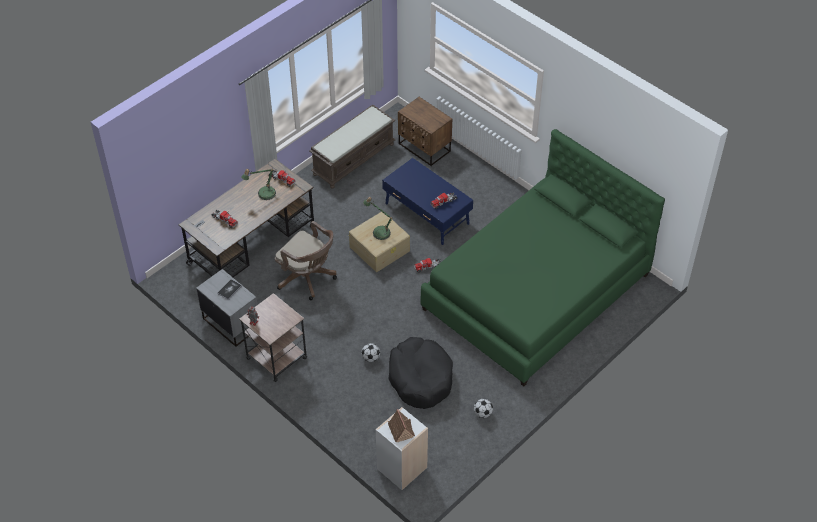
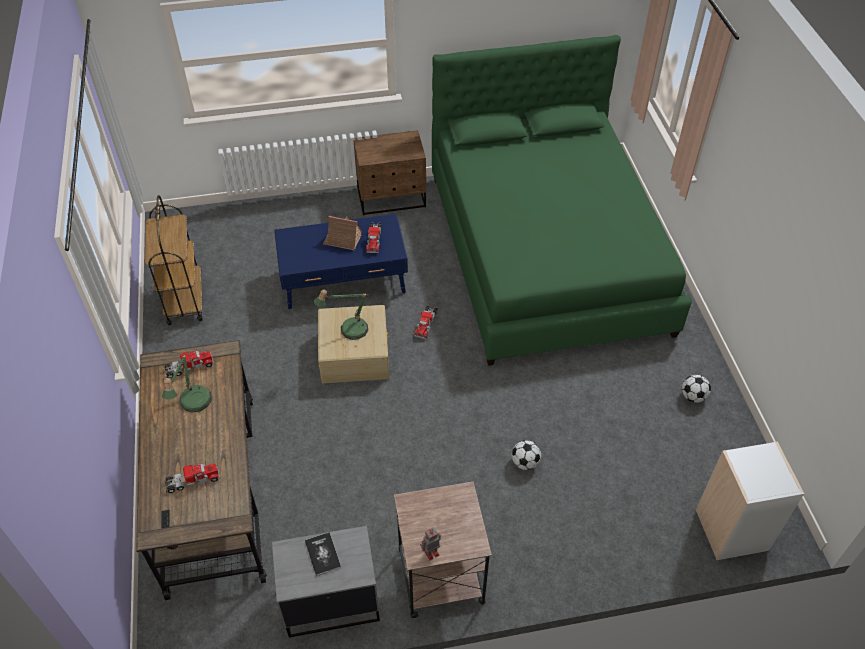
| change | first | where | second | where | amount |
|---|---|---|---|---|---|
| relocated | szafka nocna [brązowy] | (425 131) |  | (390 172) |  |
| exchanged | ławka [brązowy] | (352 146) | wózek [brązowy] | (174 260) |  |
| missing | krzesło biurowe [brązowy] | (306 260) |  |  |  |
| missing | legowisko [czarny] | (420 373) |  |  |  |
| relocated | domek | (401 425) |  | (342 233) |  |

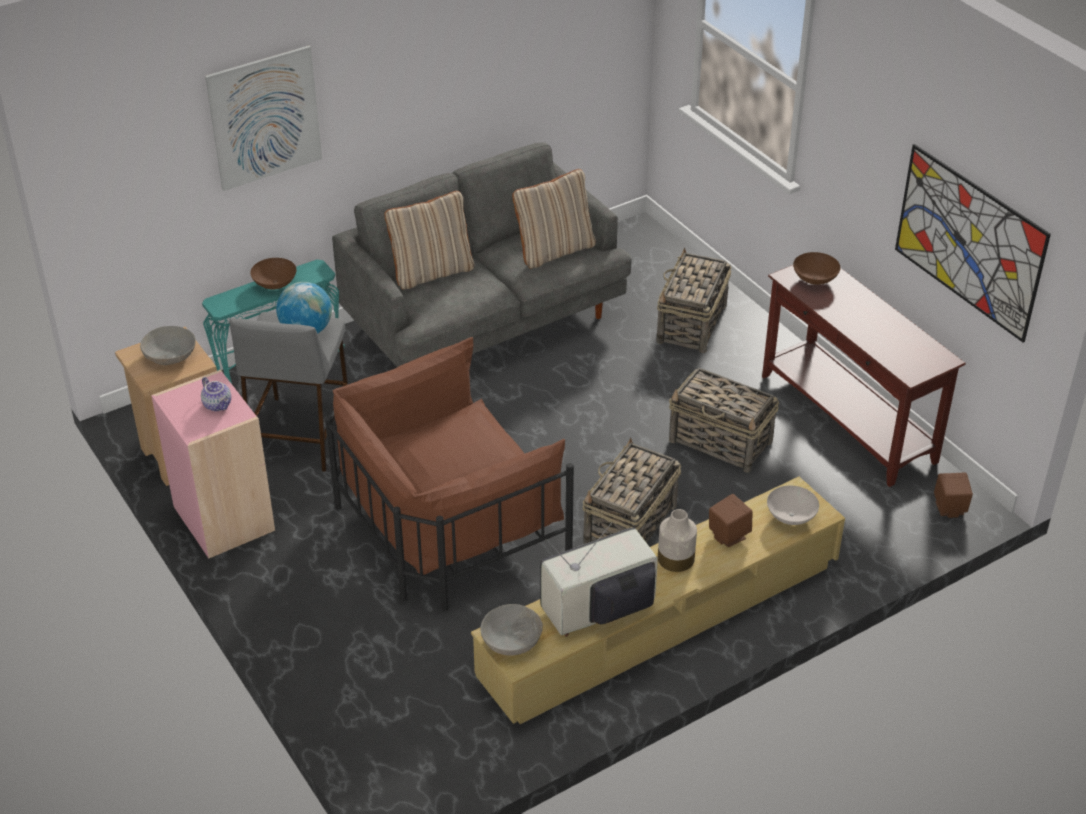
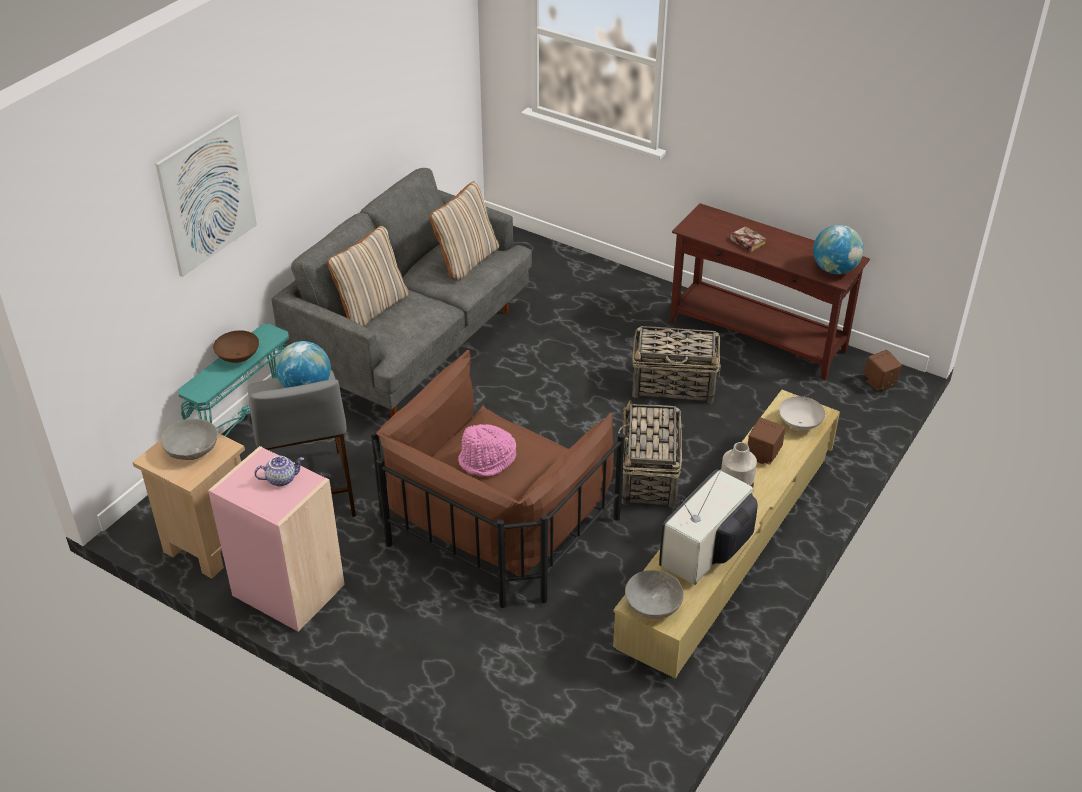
| change | first | where | second | where | amount |
|---|---|---|---|---|---|
| missing | obraz | (973 243) |  |  |  |
| missing | koszyk | (693 300) |  |  |  |
| missing | miska [brązowy] | (817 268) |  |  |  |
| spun | imbryk | (216 394) |  | (279 471) | 45 degrees counterclockwise |
| appeared |  |  | globus | (838 249) |  |
| appeared |  |  | książka | (748 239) |  |
| appeared |  |  | kapelusz [różowy] | (487 450) |  |

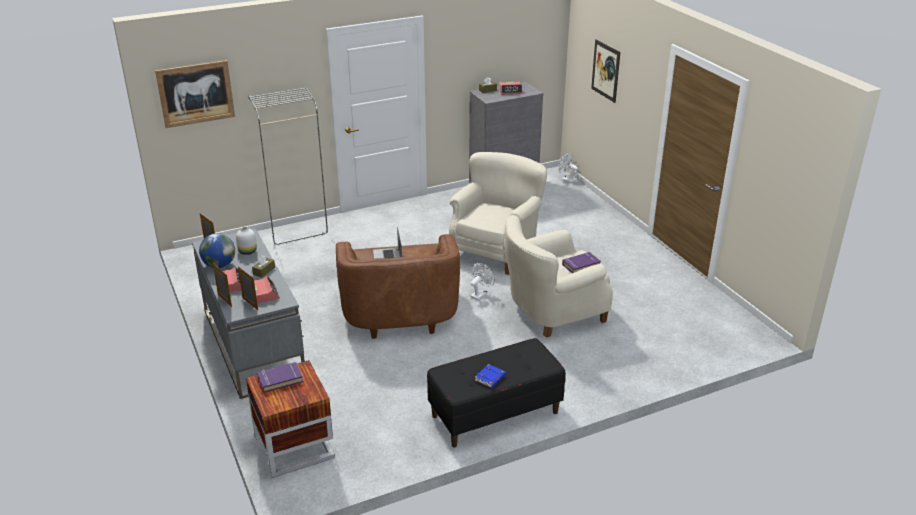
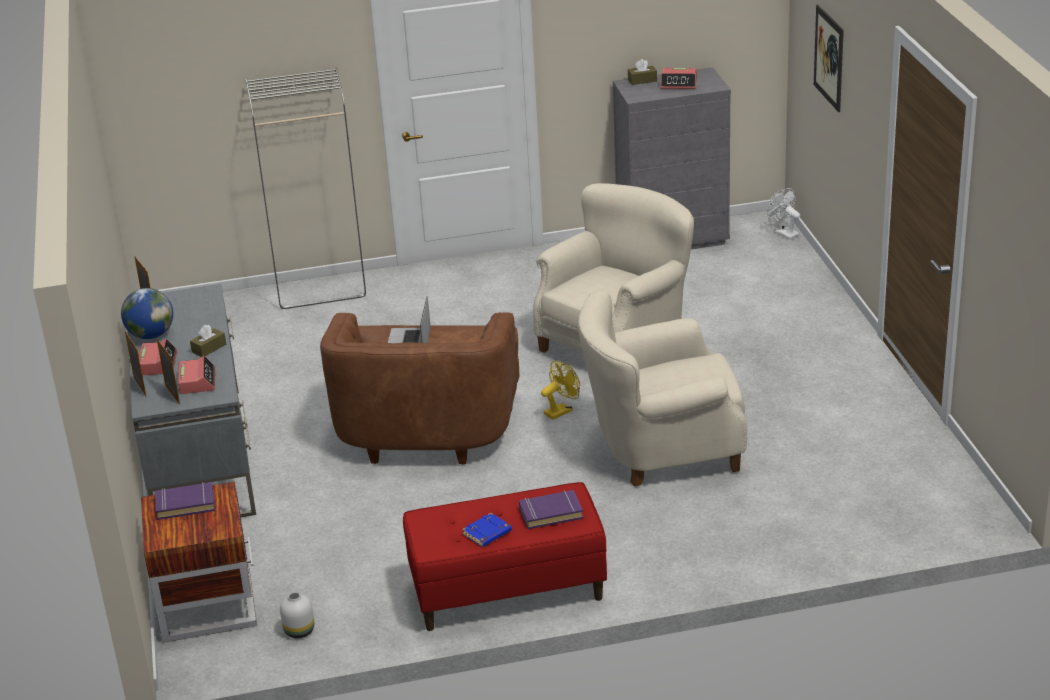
| change | first | where | second | where | amount |
|---|---|---|---|---|---|
| missing | obraz | (195 94) |  |  |  |
| relocated | wazon [biały] | (246 241) |  | (297 615) |  |
| relocated | książka [fioletowy] | (581 262) |  | (551 509) |  |
| colour | wentylator [biały] | (482 281) | wentylator [żółty] | (560 390) |  |
| colour | ławka [czarny] | (496 392) | ławka [czerwony] | (505 556) |  |

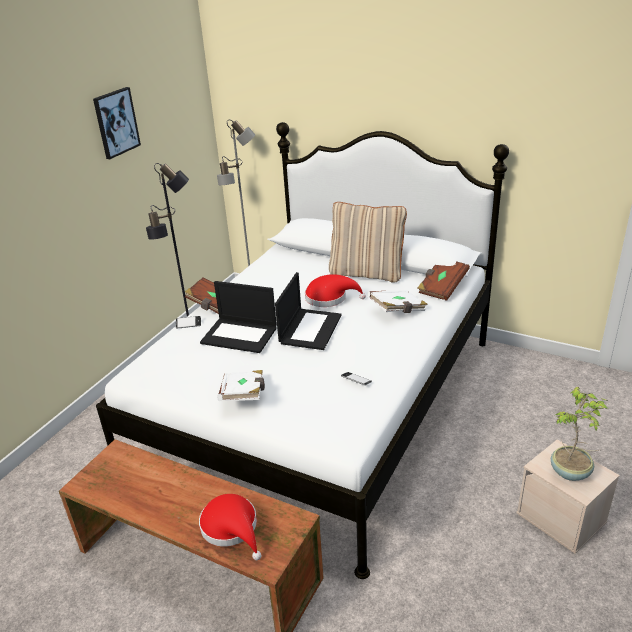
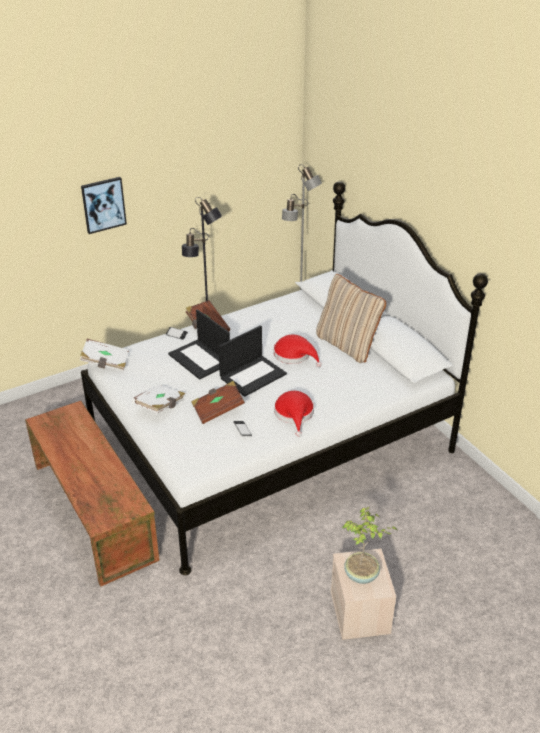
| change | first | where | second | where | amount |
|---|---|---|---|---|---|
| relocated | obraz | (117 123) |  | (104 205) |  |
| relocated | książka [brązowy] | (444 281) |  | (218 402) |  |
| relocated | książka [biały] | (397 302) |  | (104 355) |  |
| relocated | kapelusz [czerwony] | (230 527) |  | (294 414) |  |

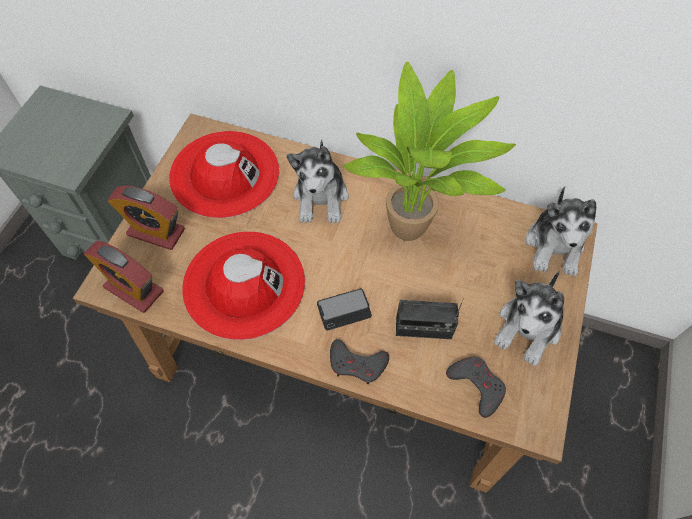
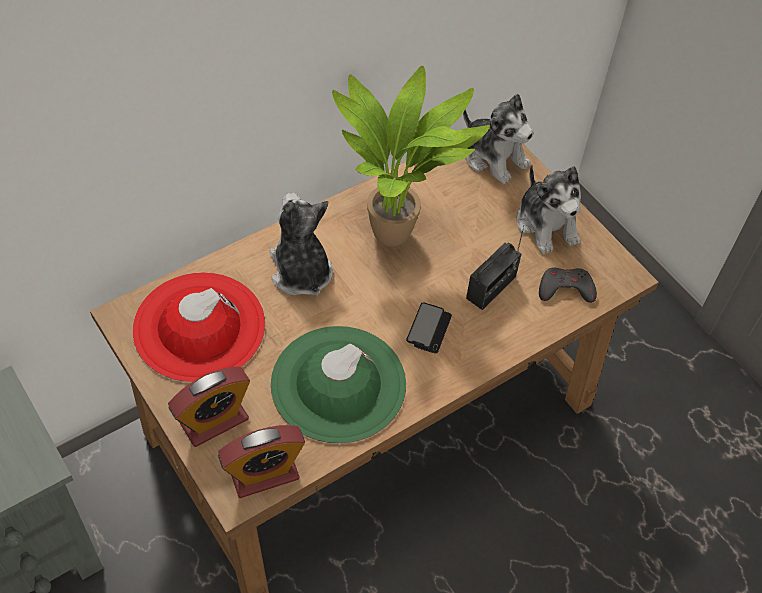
| change | first | where | second | where | amount |
|---|---|---|---|---|---|
| spun | pluszak | (317 181) |  | (301 244) | 150 degrees counterclockwise |
| colour | kapelusz [czerwony] | (243 285) | kapelusz [zielony] | (338 385) |  |
| missing | pad do gier [szary] | (359 361) |  |  |  |

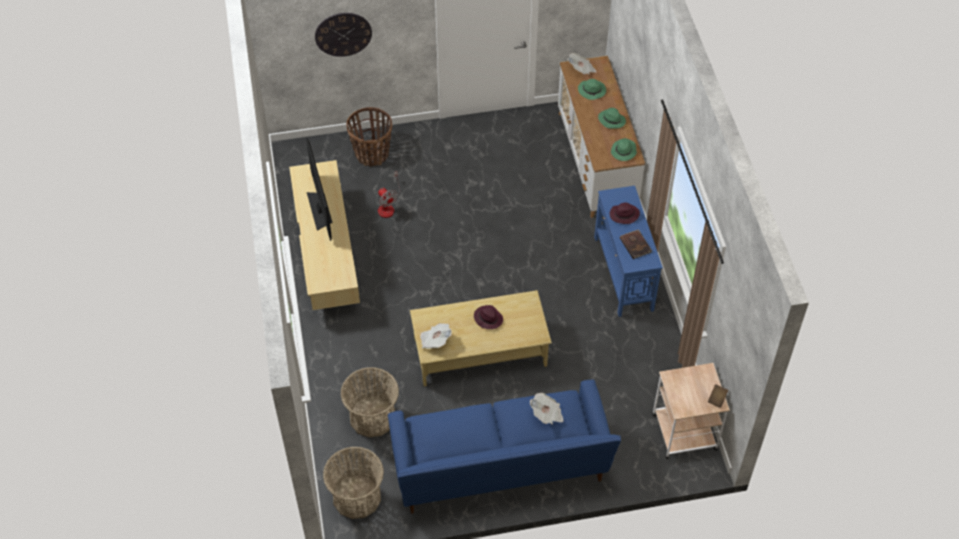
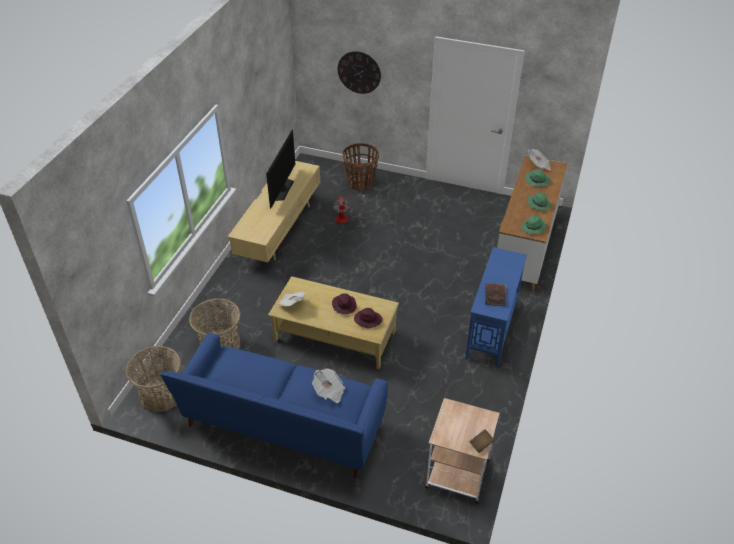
| change | first | where | second | where | amount |
|---|---|---|---|---|---|
| relocated | kapelusz [fioletowy] | (625 213) |  | (368 318) |  |

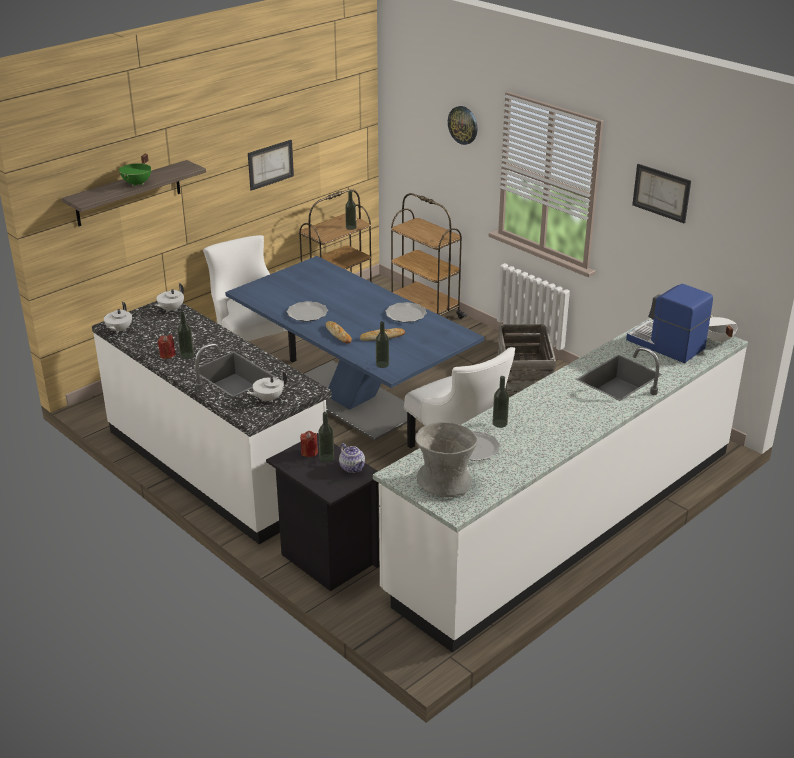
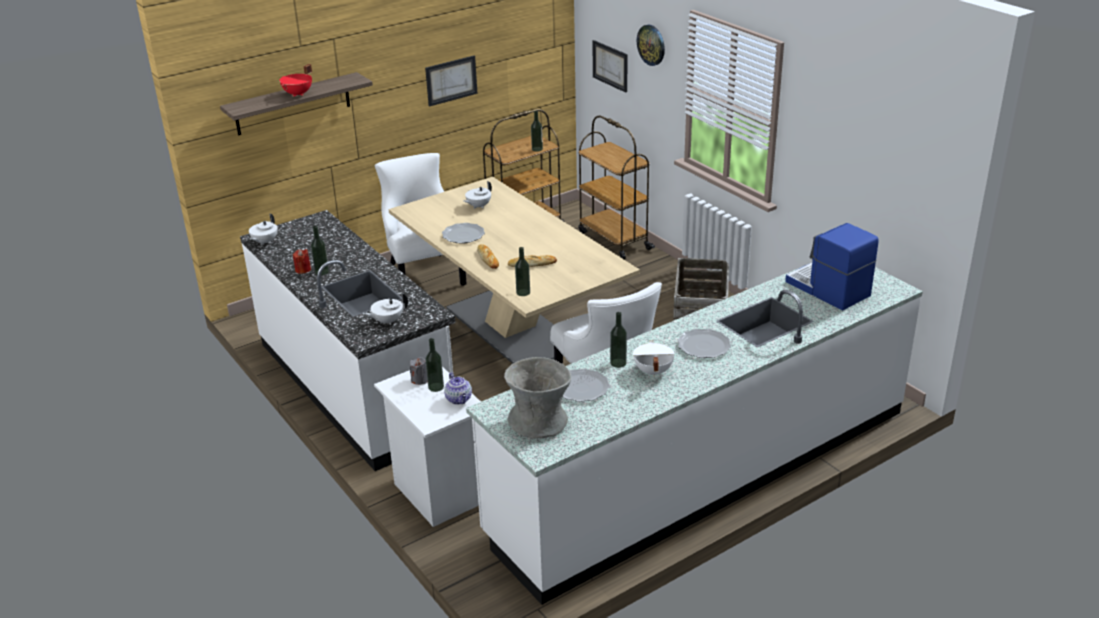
| change | first | where | second | where | amount |
|---|---|---|---|---|---|
| colour | garnek [zielony] | (135 170) | garnek [czerwony] | (295 80) |  |
| relocated | obraz | (661 193) |  | (610 66) |  |
| colour | stół jadalny [niebieski] | (354 348) | stół jadalny [beżowy] | (514 270) |  |
| relocated | imbryk [biały] | (169 297) |  | (477 195) |  |
| relocated | talerz | (406 312) |  | (704 343) |  |
| relocated | garnek [biały] | (722 329) |  | (653 358) |  |
| colour | świeca [czerwony] | (309 444) | świeca [szary] | (419 371) |  |
| colour | szafka nocna [czarny] | (322 512) | szafka nocna [biały] | (427 447) |  |

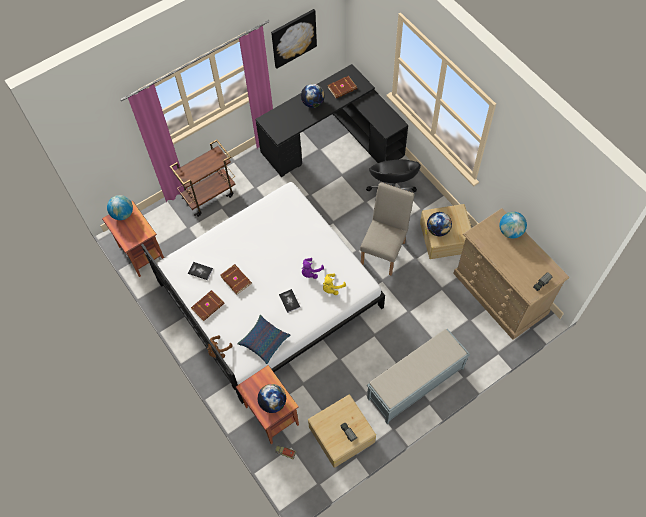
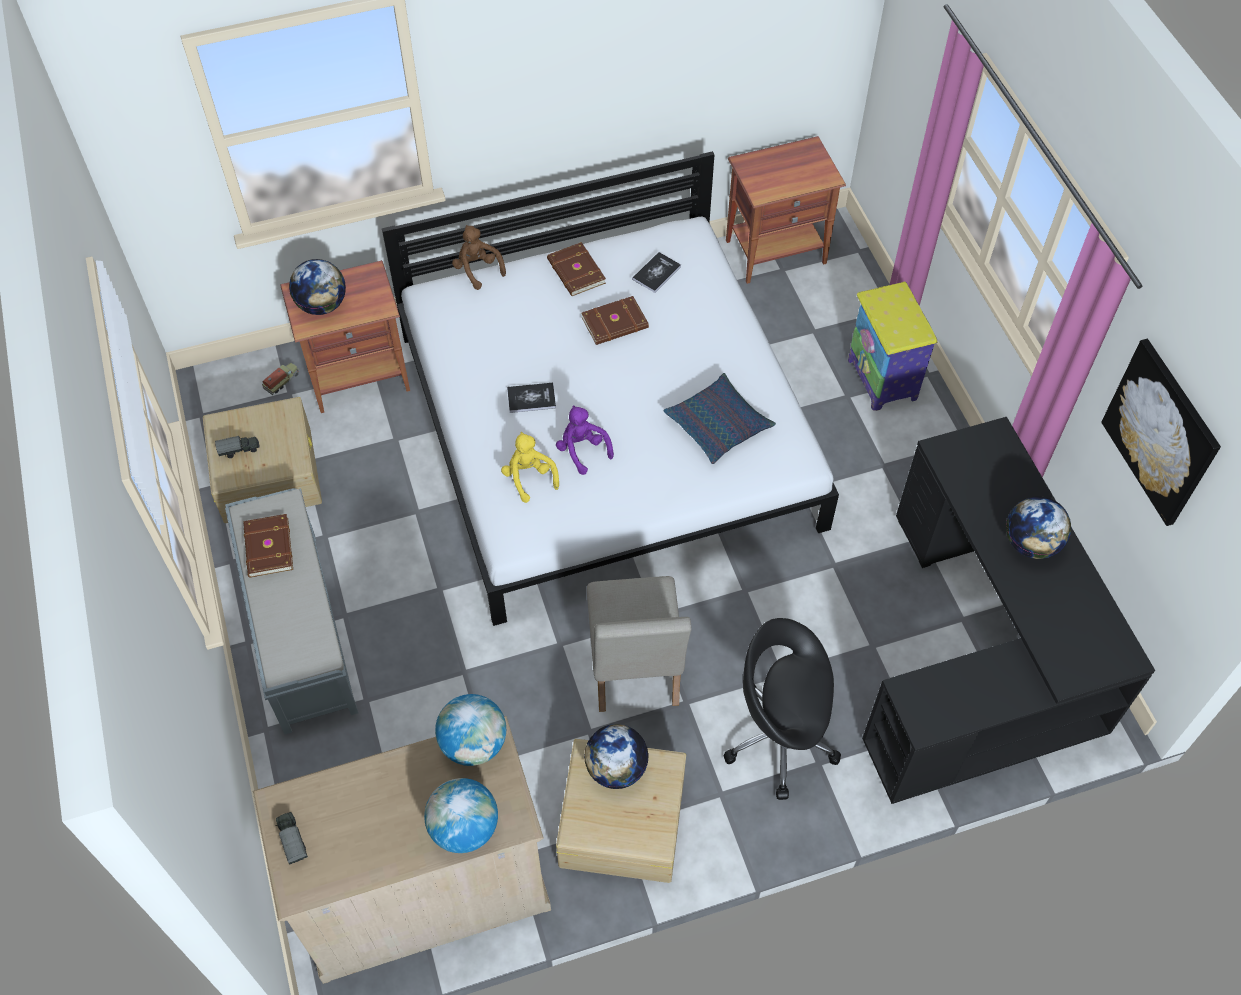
| change | first | where | second | where | amount |
|---|---|---|---|---|---|
| relocated | książka [brązowy] | (342 87) |  | (268 546) |  |
| exchanged | wózek [brązowy] | (203 178) | szafka nocna | (893 346) |  |
| spun | krzesło [beżowy] | (387 228) |  | (639 644) | 45 degrees clockwise |
| relocated | globus | (120 207) |  | (470 730) |  |
| relocated | poduszka [niebieski] | (263 339) |  | (719 418) |  |

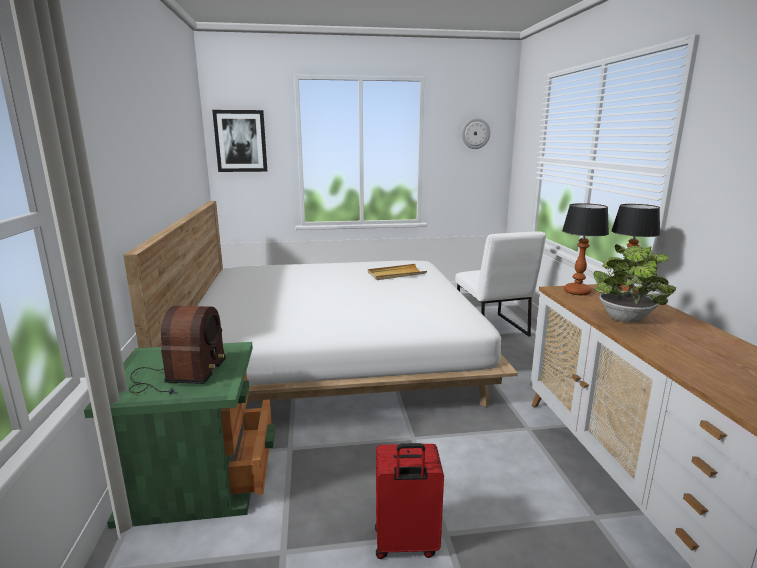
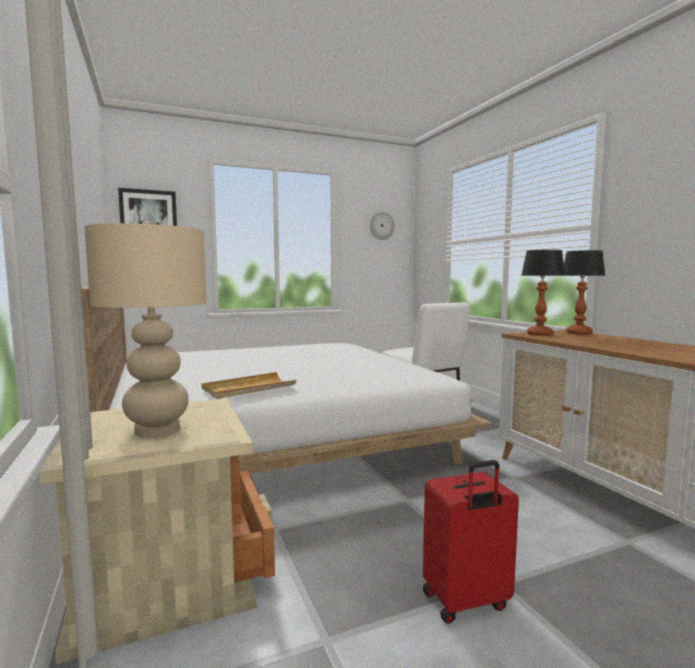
| change | first | where | second | where | amount |
|---|---|---|---|---|---|
| missing | roślina doniczkowa | (634 283) |  |  |  |
| relocated | taca [beżowy] | (397 272) |  | (249 385) |  |
| exchanged | radio | (177 350) | lampa stołowa [beżowy] | (146 329) |  |
| colour | szafka nocna [zielony] | (179 435) | szafka nocna [beżowy] | (157 531) |  |

